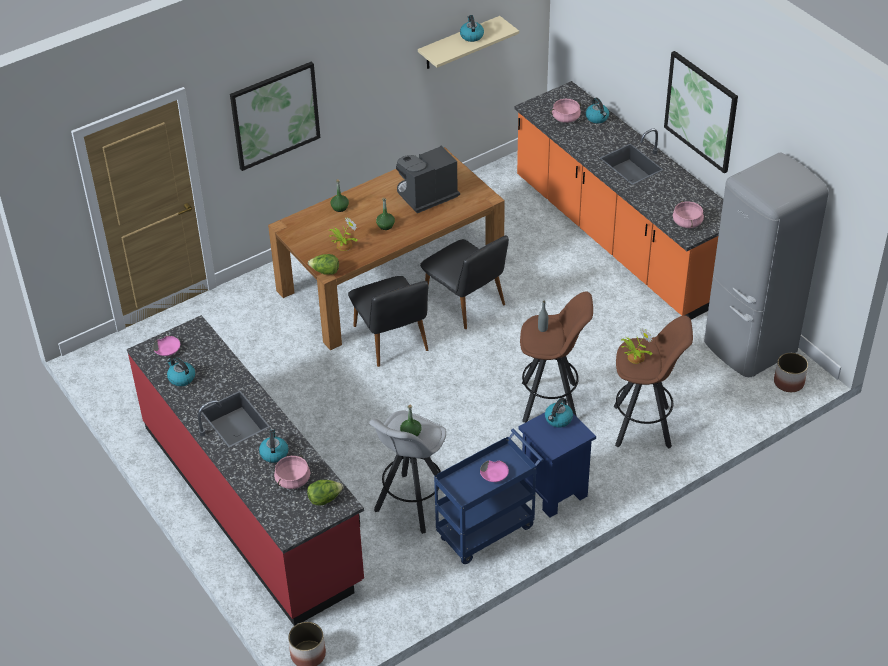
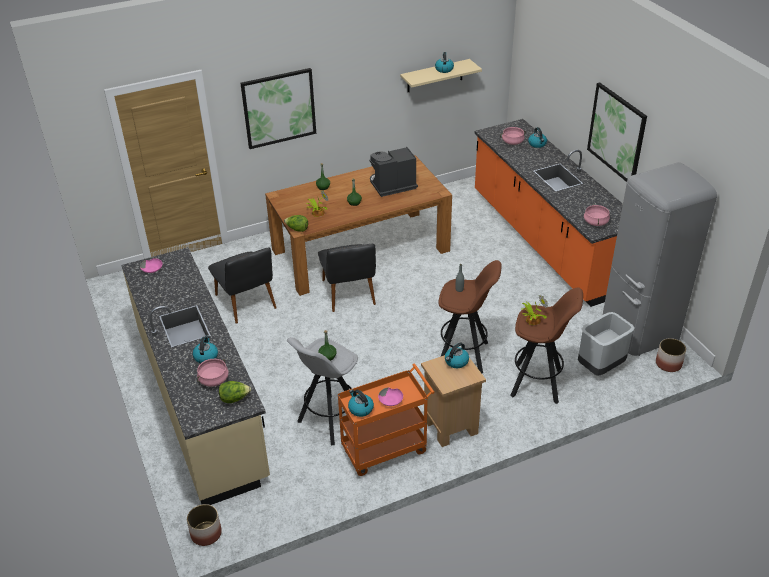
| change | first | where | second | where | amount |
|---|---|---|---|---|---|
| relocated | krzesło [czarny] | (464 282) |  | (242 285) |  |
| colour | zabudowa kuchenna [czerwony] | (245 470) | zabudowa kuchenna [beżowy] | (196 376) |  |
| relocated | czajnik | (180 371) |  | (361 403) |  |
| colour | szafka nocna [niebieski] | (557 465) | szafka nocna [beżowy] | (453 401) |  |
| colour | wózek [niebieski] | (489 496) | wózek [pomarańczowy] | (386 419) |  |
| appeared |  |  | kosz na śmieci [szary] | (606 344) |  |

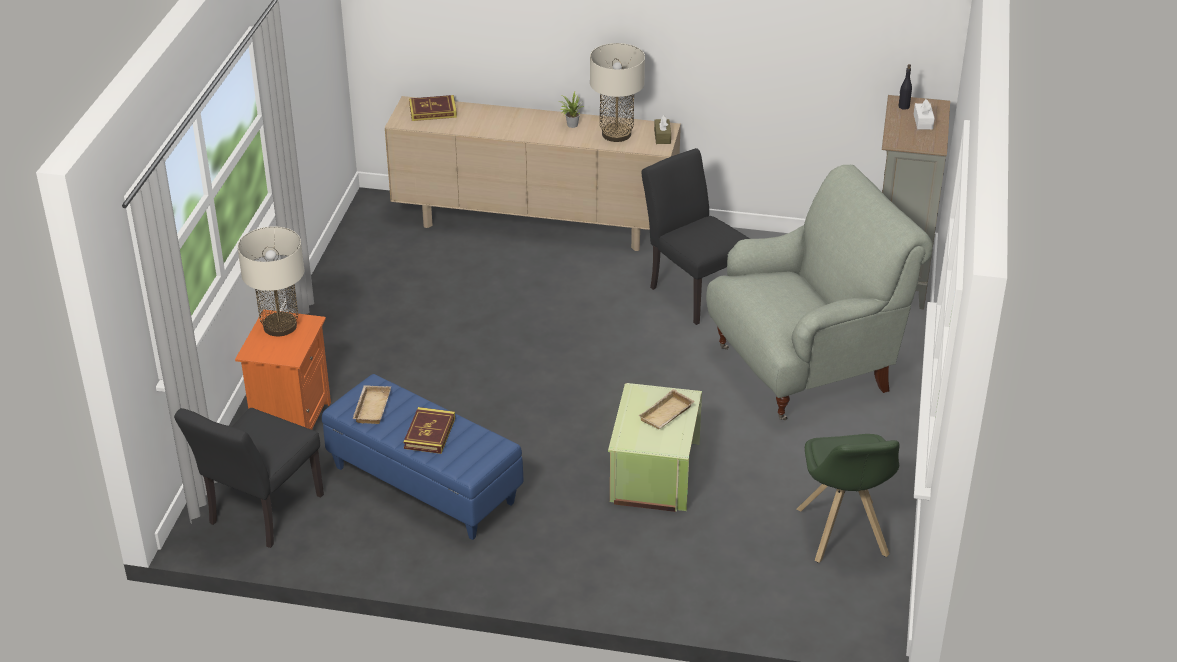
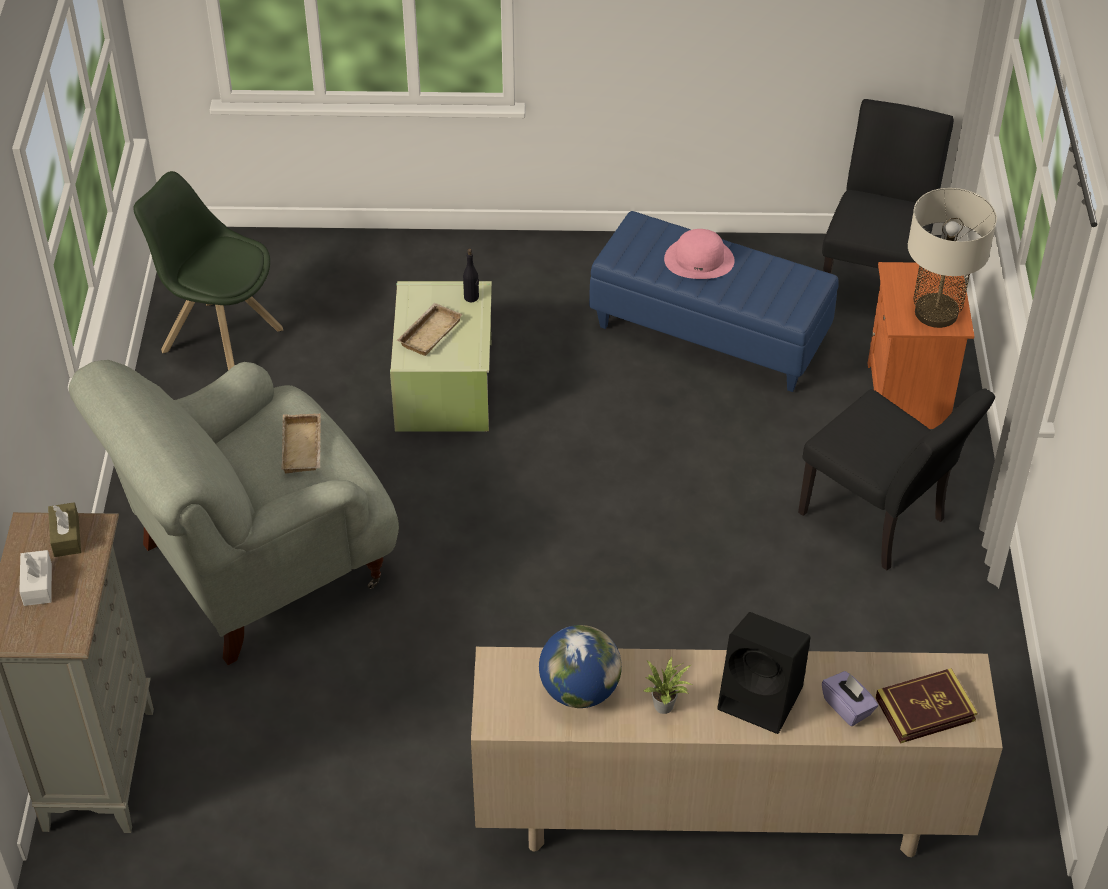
| change | first | where | second | where | amount |
|---|---|---|---|---|---|
| exchanged | lampa stołowa | (617 92) | globus | (580 666) |  |
| relocated | butelka [czarny] | (905 87) |  | (471 275) |  |
| relocated | pudełko chusteczek [brązowy] | (662 129) |  | (64 529) |  |
| relocated | krzesło [czarny] | (696 236) |  | (896 479) |  |
| relocated | taca [beżowy] | (372 404) |  | (301 443) |  |
| exchanged | książka | (429 430) | kapelusz [różowy] | (699 254) |  |
| spun | krzesło [zielony] | (848 498) |  | (208 270) | 45 degrees counterclockwise |
| appeared |  |  | głośnik [czarny] | (764 673) |  |
| appeared |  |  | pudełko chusteczek [fioletowy] | (850 698) |  |

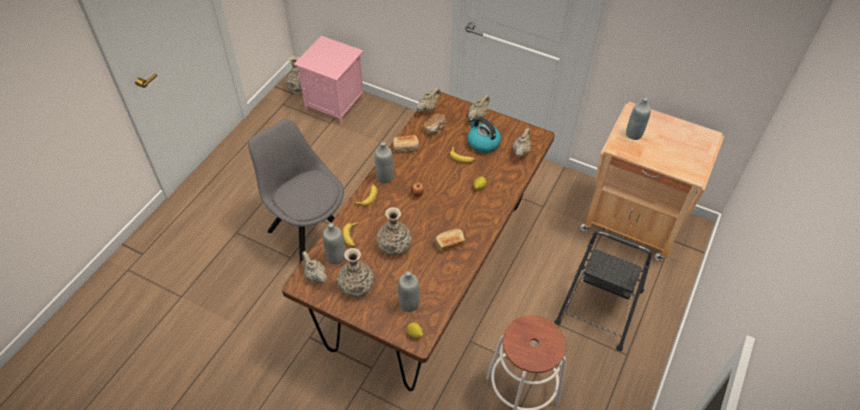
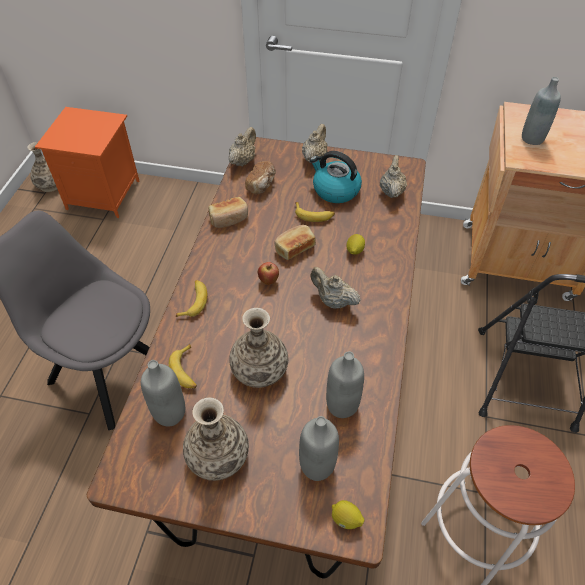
| change | first | where | second | where | amount |
|---|---|---|---|---|---|
| colour | szafka nocna [różowy] | (329 80) | szafka nocna [pomarańczowy] | (87 162) |  |
| relocated | butelka [szary] | (384 162) |  | (345 384) |  |
| relocated | chleb | (450 240) |  | (295 242) |  |
| relocated | imbryk [beżowy] | (314 267) |  | (335 288) |  |

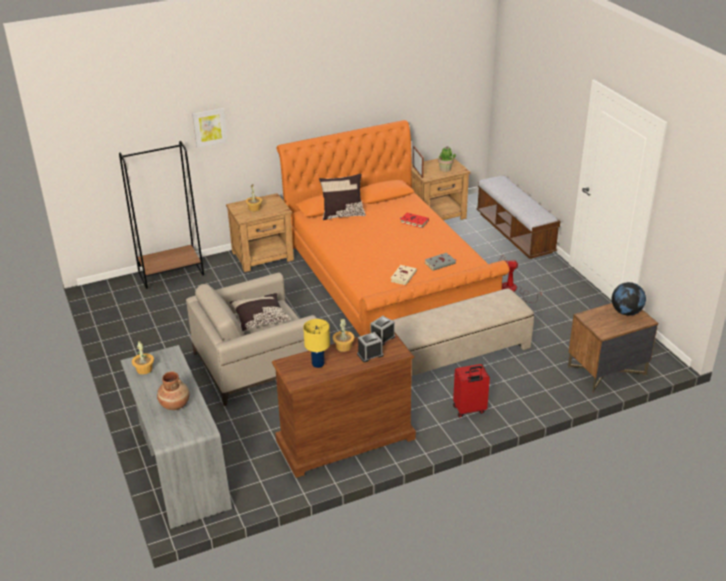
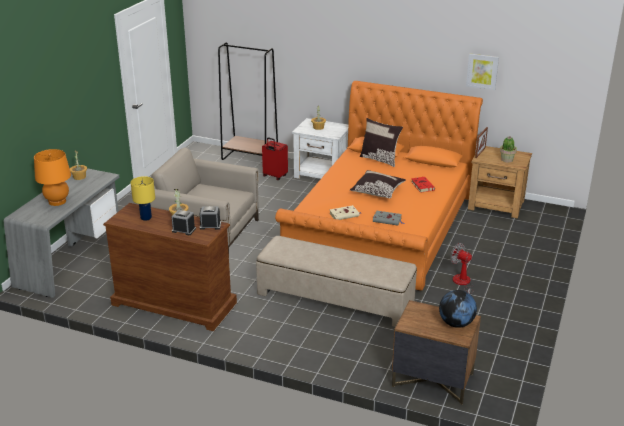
| change | first | where | second | where | amount |
|---|---|---|---|---|---|
| relocated | obraz | (209 128) |  | (482 72) |  |
| missing | ławka | (518 217) |  |  |  |
| colour | szafka nocna [brązowy] | (260 232) | szafka nocna [biały] | (320 148) |  |
| relocated | poduszka | (260 312) |  | (378 184) |  |
| relocated | walizka [czerwony] | (471 390) |  | (275 158) |  |
| exchanged | wazon [brązowy] | (173 390) | lampa stołowa [pomarańczowy] | (52 177) |  |

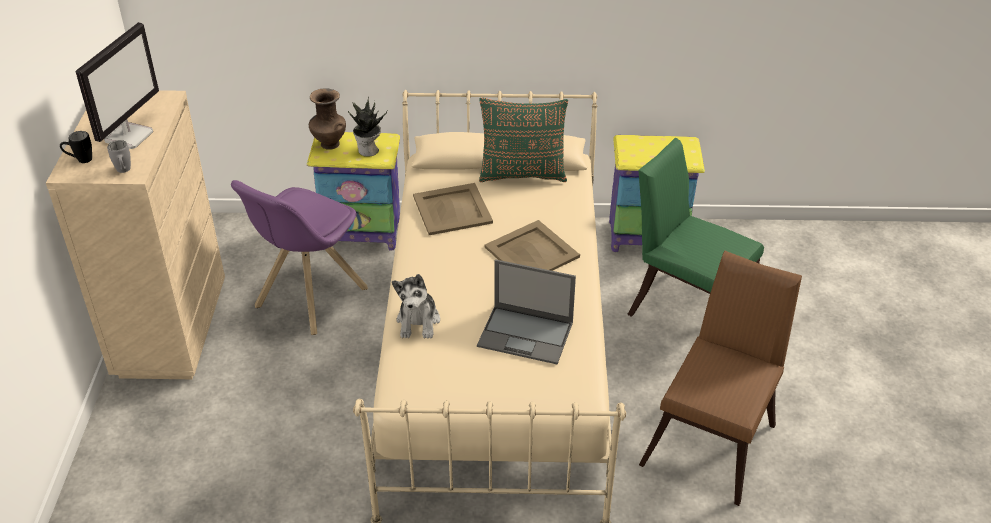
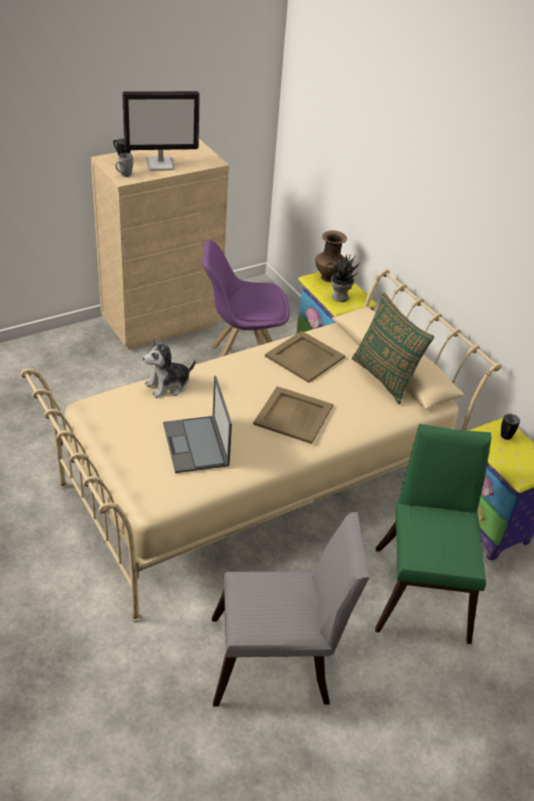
| change | first | where | second | where | amount |
|---|---|---|---|---|---|
| colour | krzesło [brązowy] | (720 378) | krzesło [szary] | (290 609) |  |
| appeared |  |  | kubek [czarny] | (510 427) |  |

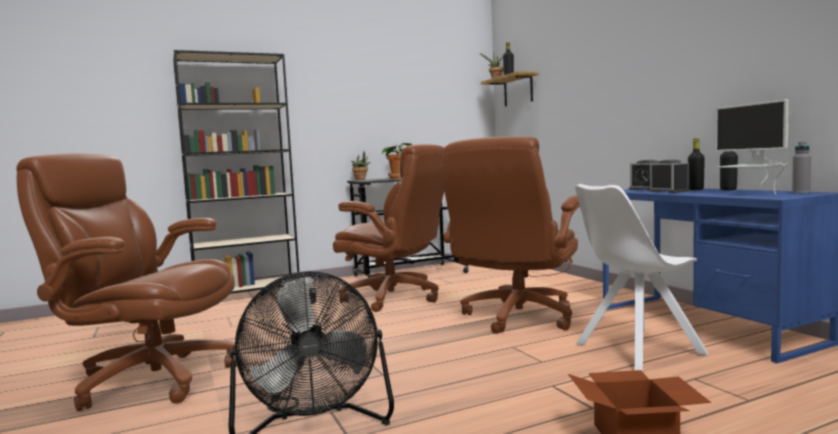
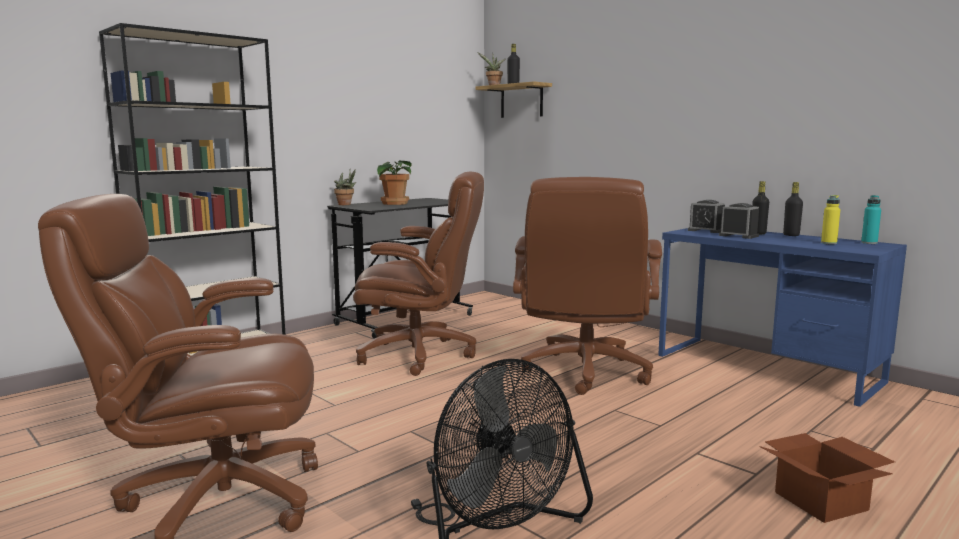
| change | first | where | second | where | amount |
|---|---|---|---|---|---|
| exchanged | monitor | (752 147) | butelka [żółty] | (830 219) |  |
| colour | butelka [szary] | (801 167) | butelka [turkusowy] | (871 219) |  |
| missing | krzesło [biały] | (641 277) |  |  |  |

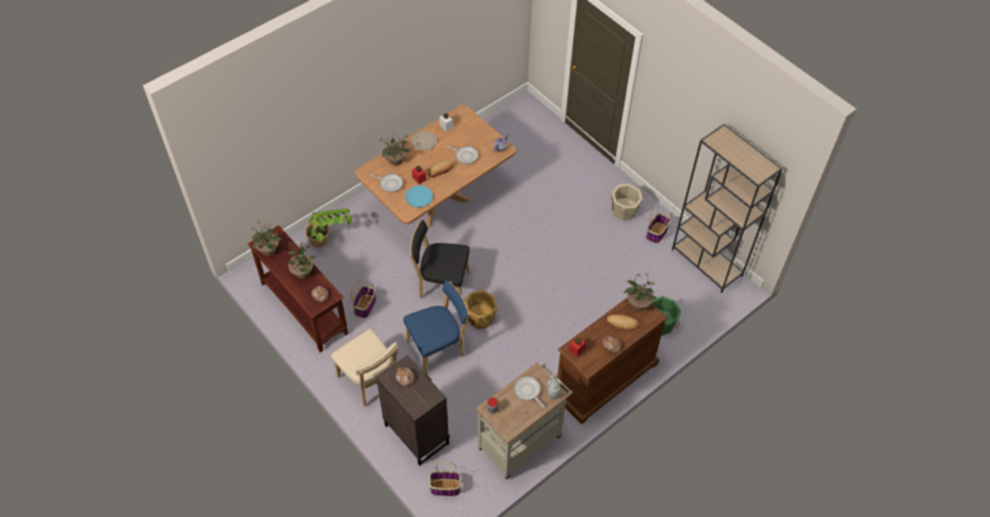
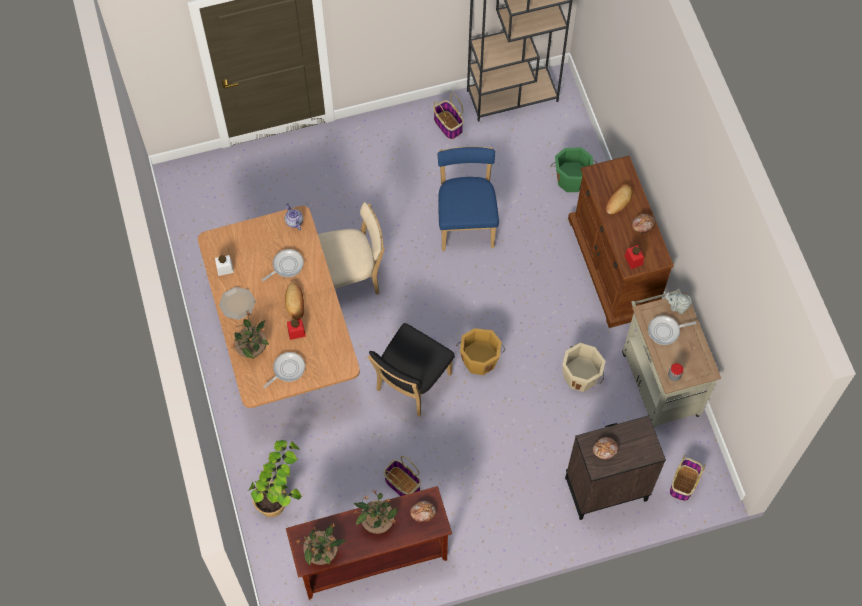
| change | first | where | second | where | amount |
|---|---|---|---|---|---|
| relocated | wiadro [beżowy] | (627 202) |  | (584 367) |  |
| missing | talerz [niebieski] | (419 196) |  |  |  |
| missing | roślina doniczkowa | (640 292) |  |  |  |
| relocated | krzesło [niebieski] | (436 327) |  | (468 198) |  |
| relocated | krzesło [beżowy] | (364 368) |  | (351 248) |  |

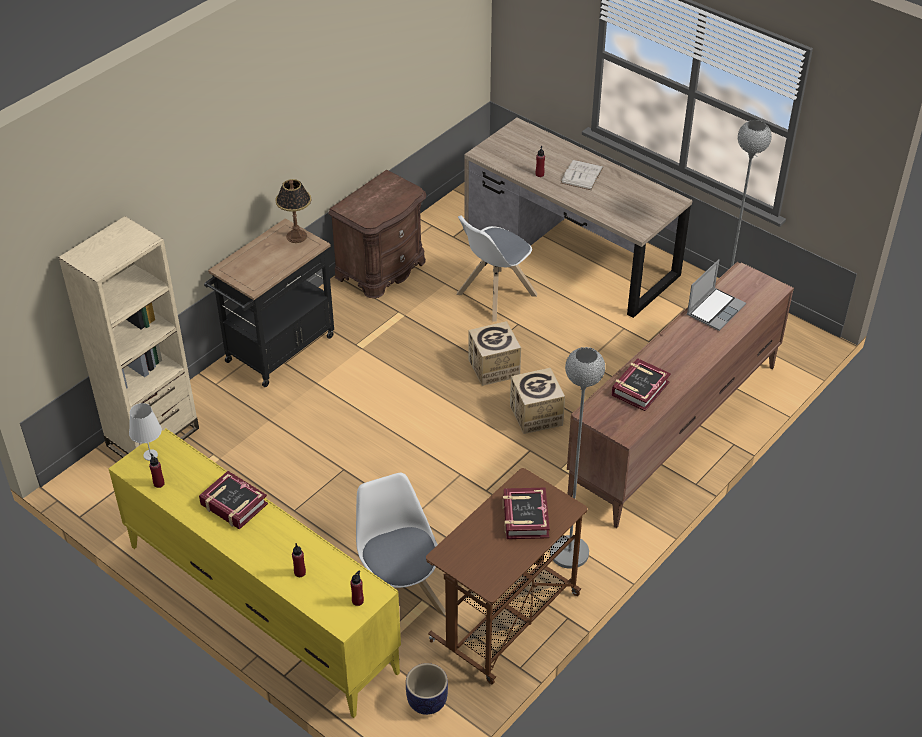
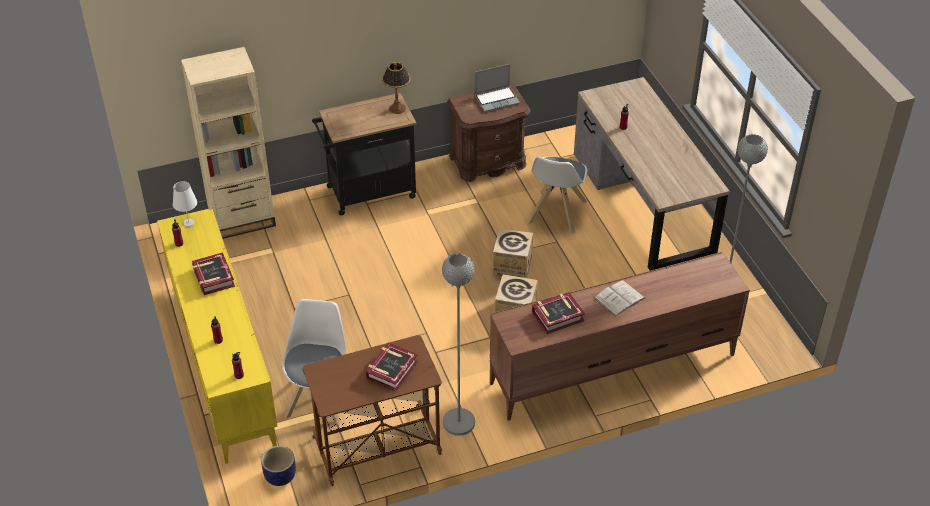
| change | first | where | second | where | amount |
|---|---|---|---|---|---|
| relocated | książka [biały] | (582 175) |  | (619 298) |  |
| spun | krzesło | (496 269) |  | (557 195) | 60 degrees counterclockwise |
| relocated | laptop | (716 295) |  | (497 88) |  |

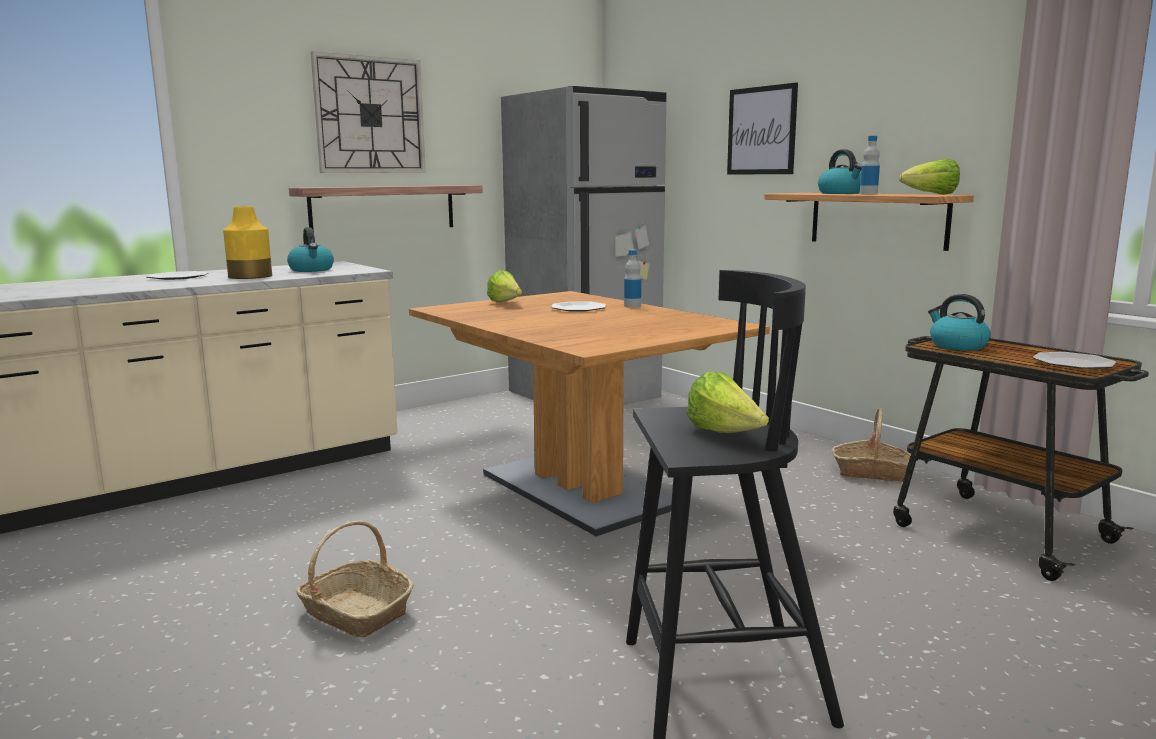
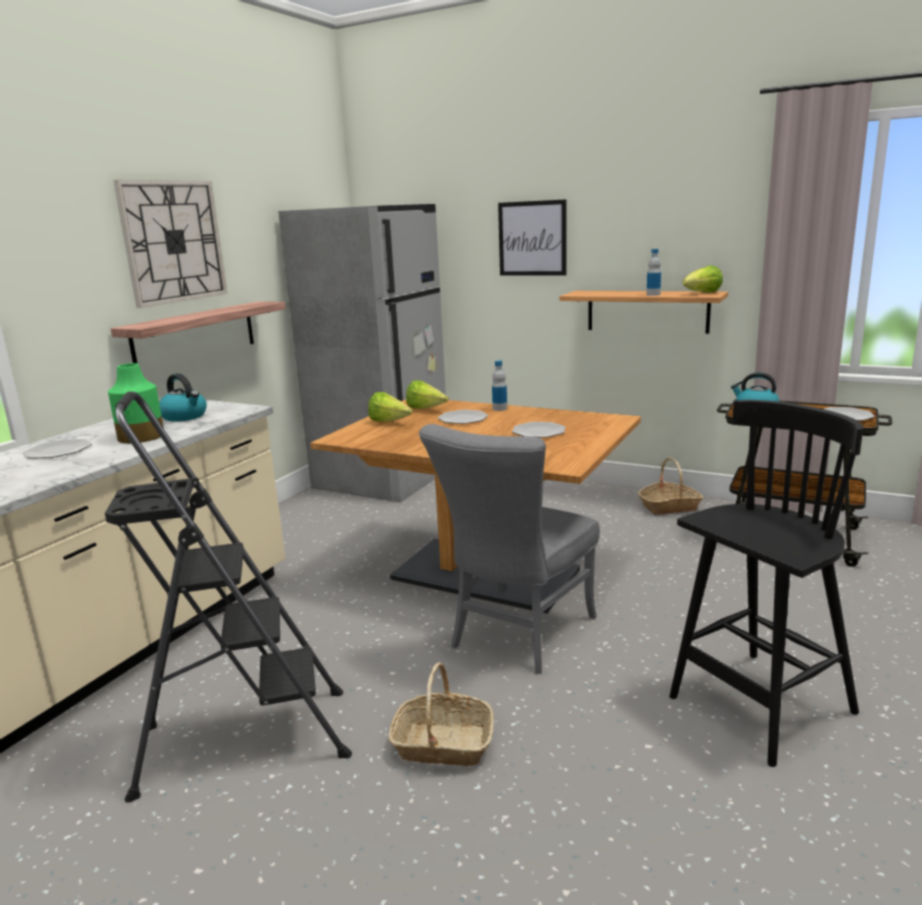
| change | first | where | second | where | amount |
|---|---|---|---|---|---|
| missing | czajnik | (840 171) |  |  |  |
| colour | wazon [żółty] | (247 242) | wazon [zielony] | (136 403) |  |
| relocated | sałata | (728 402) |  | (427 394) |  |
| appeared |  |  | drabinka | (228 597) |  |
| appeared |  |  | talerz | (538 430) |  |
| appeared |  |  | krzesło [szary] | (509 549) |  |

